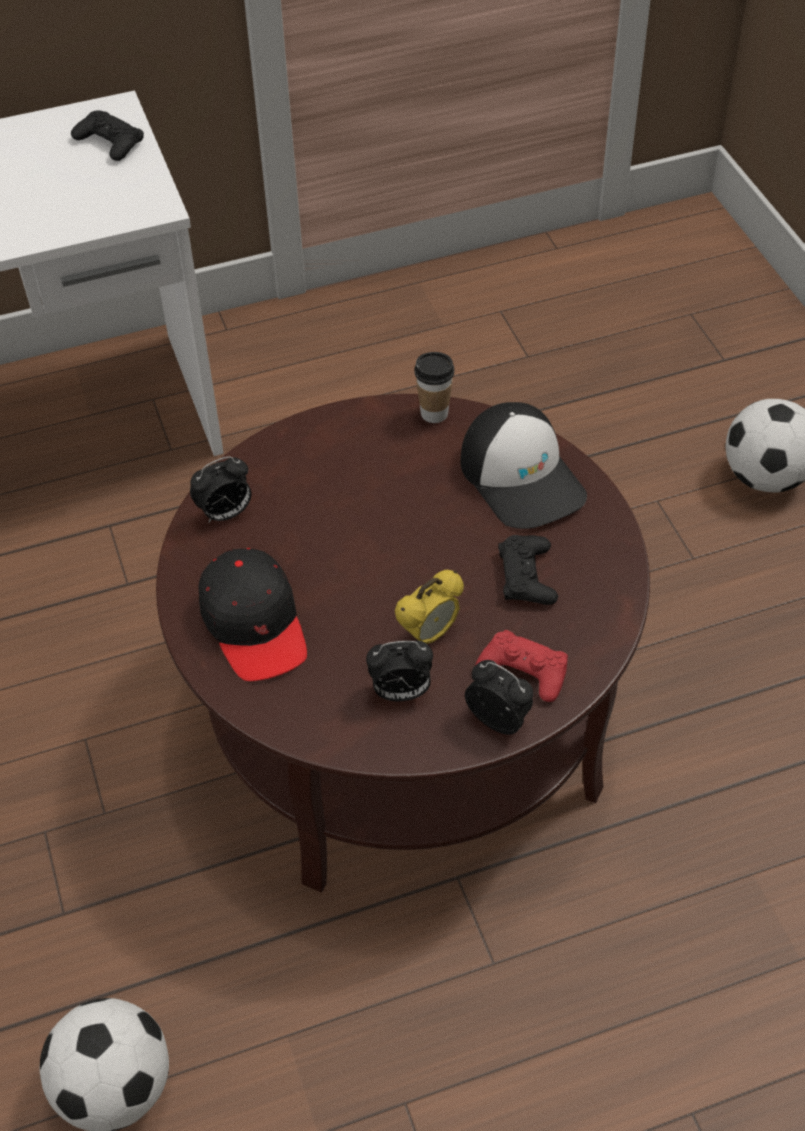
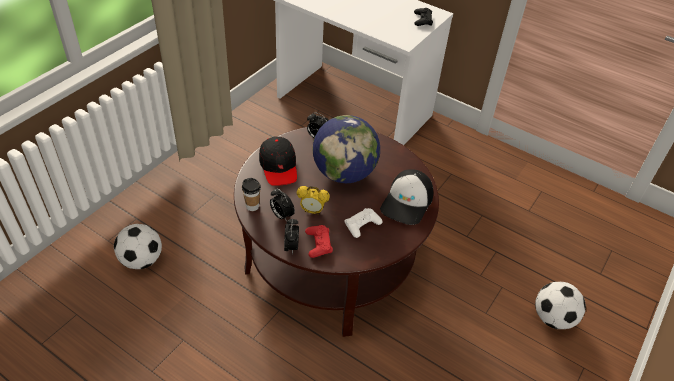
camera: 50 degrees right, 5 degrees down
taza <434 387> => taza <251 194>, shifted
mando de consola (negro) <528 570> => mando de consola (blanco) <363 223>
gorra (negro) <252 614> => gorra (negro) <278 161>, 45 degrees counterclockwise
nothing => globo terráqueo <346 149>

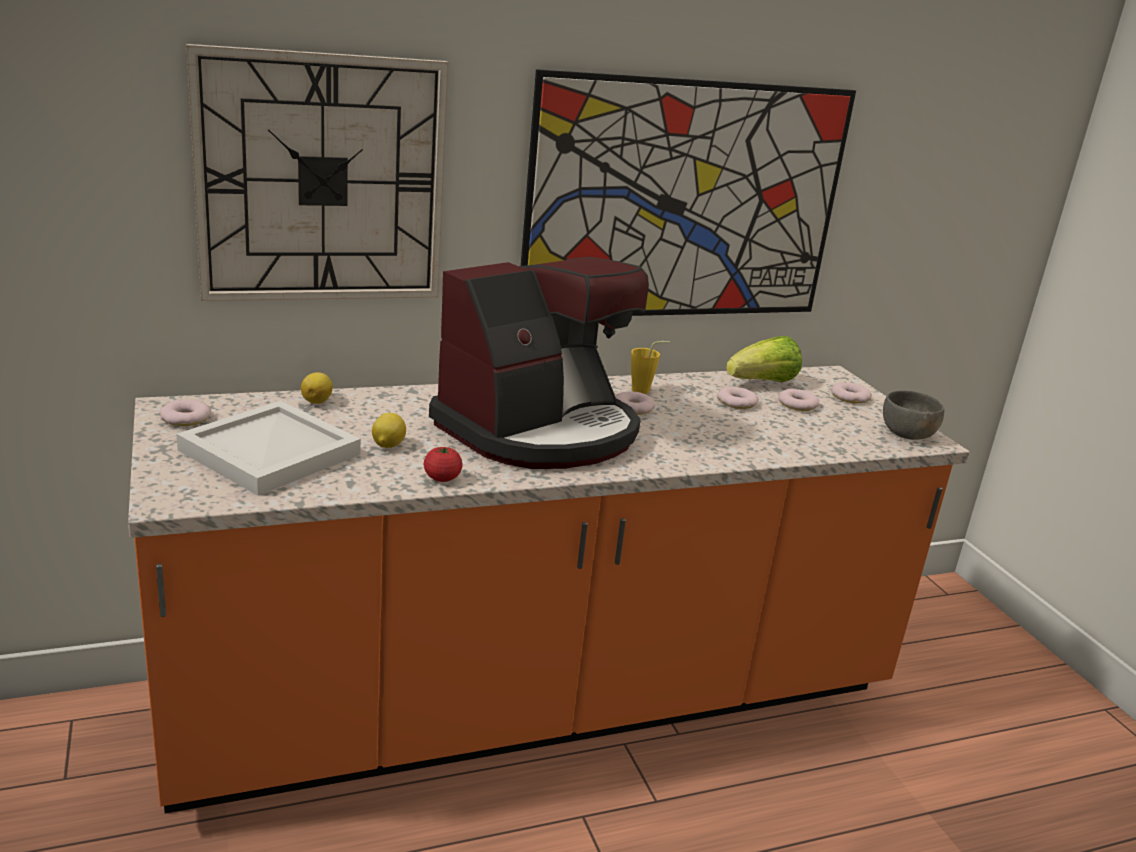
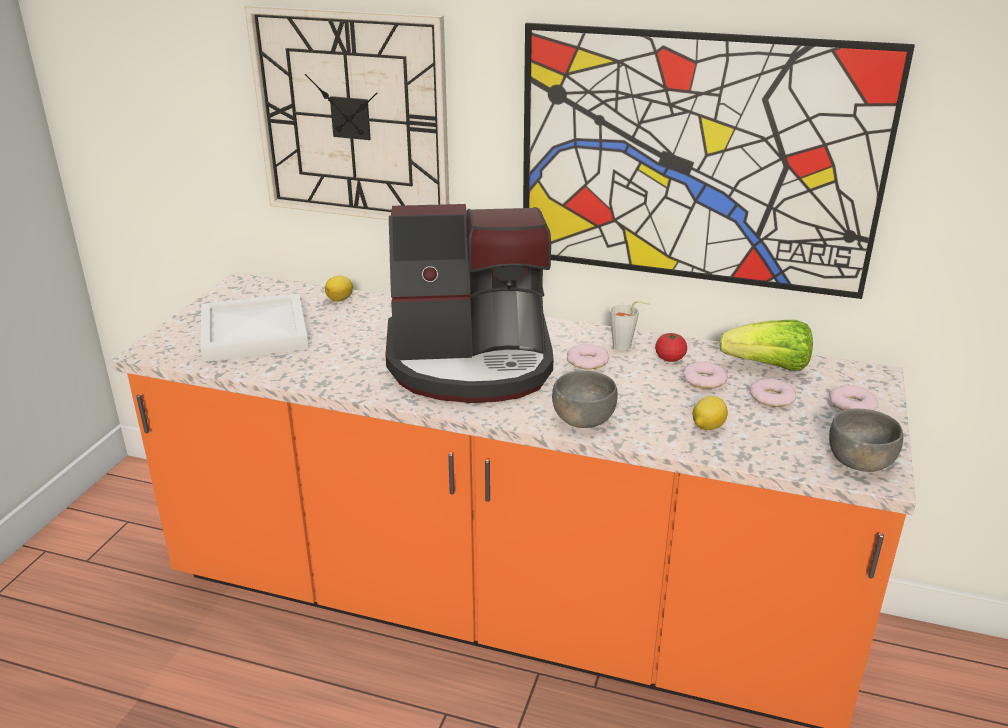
camera: 40 degrees right, 5 degrees up
taza (amarillo) <650 367> => taza (gris) <630 326>
rosquilla <185 412> => nothing
limón <389 430> => limón <710 413>, shifted
tomate <443 464> => tomate <671 347>, shifted
nothing => cuenco (gris) <585 399>

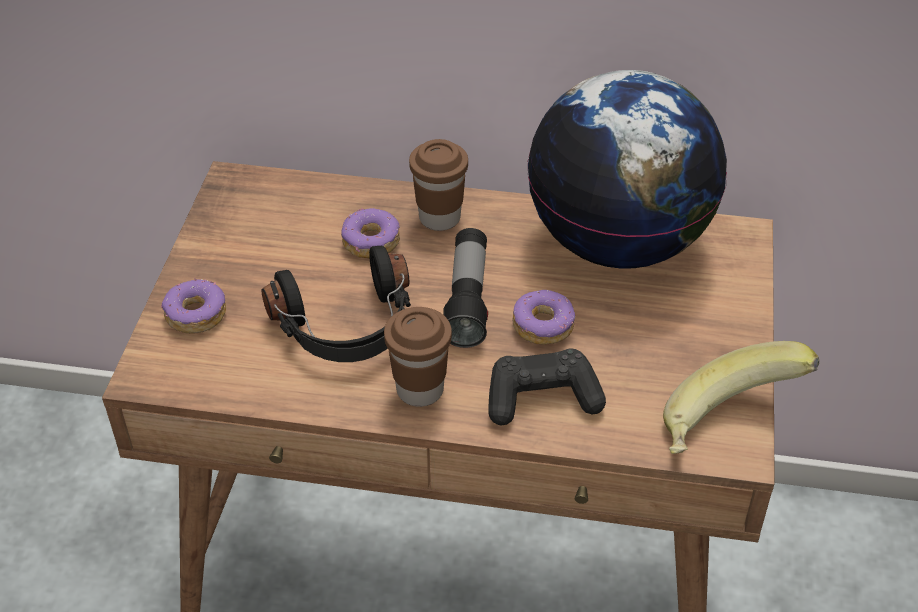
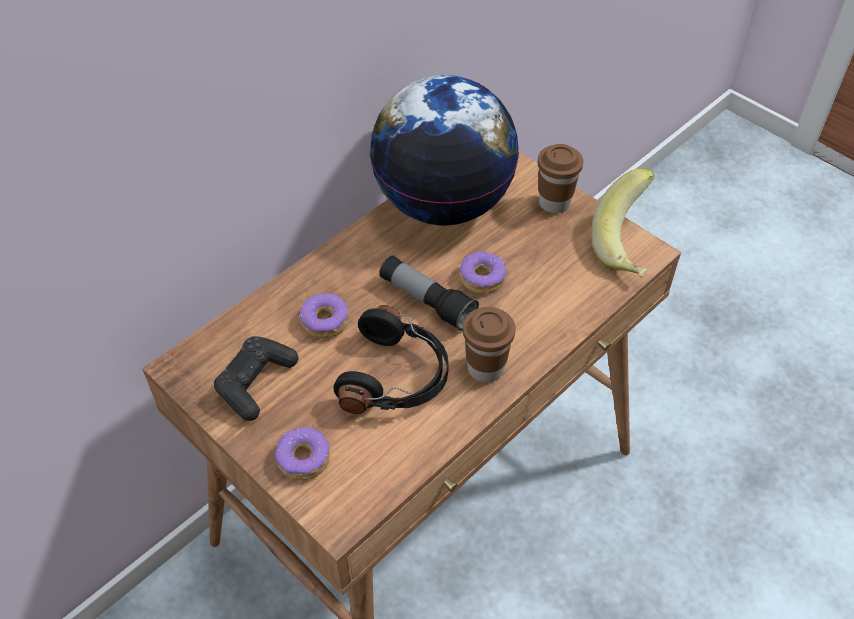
camera: 55 degrees left, 5 degrees up
taza (marrón) <438 185> => taza (marrón) <560 178>, shifted
mando de consola (negro) <547 387> => mando de consola (negro) <256 378>, shifted

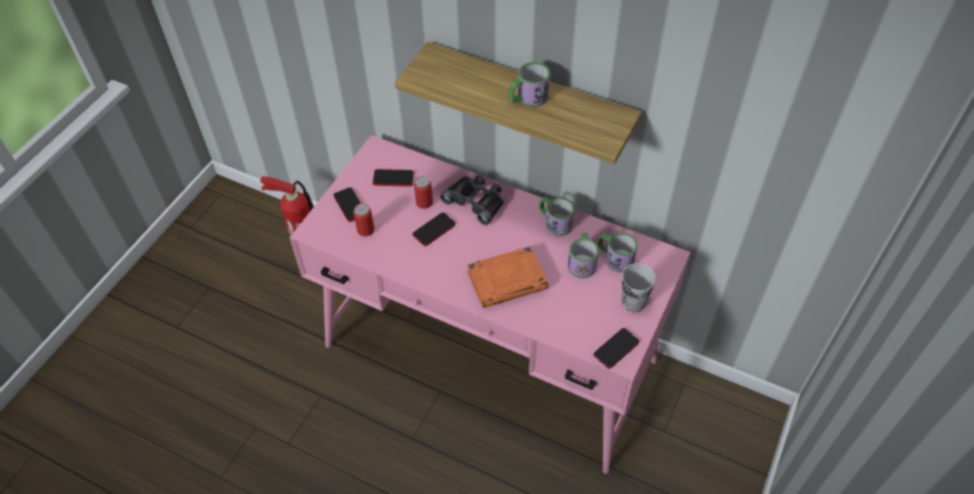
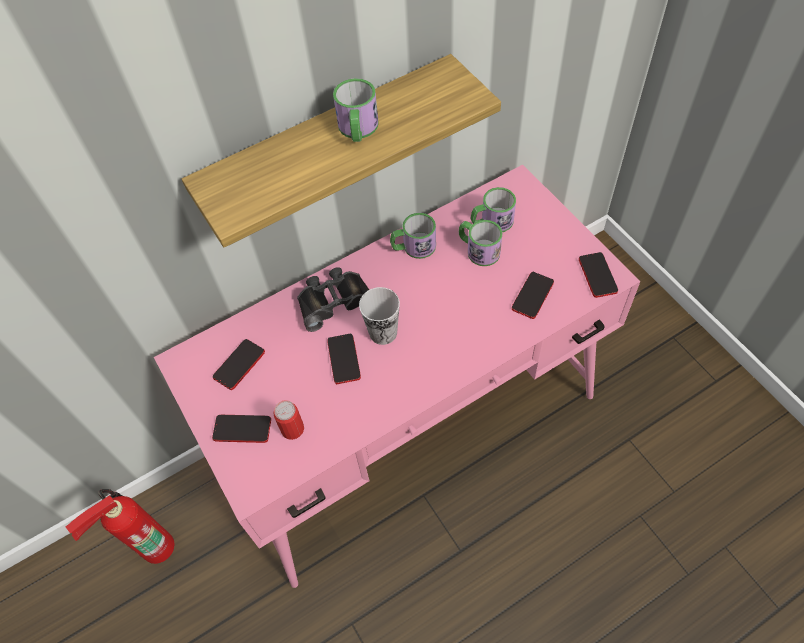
camera: 55 degrees left, 5 degrees up
lata <423 192> => nothing
libro (naranja) <507 277> => nothing
taza <639 288> => taza <379 316>, shifted
nothing => móvil <533 295>

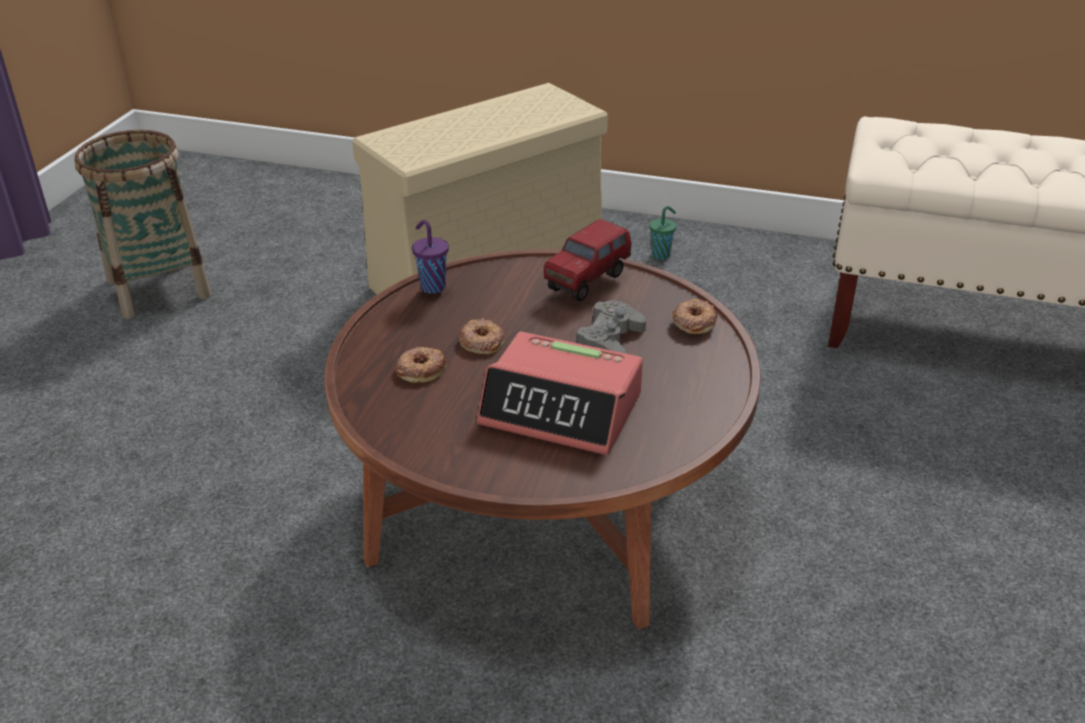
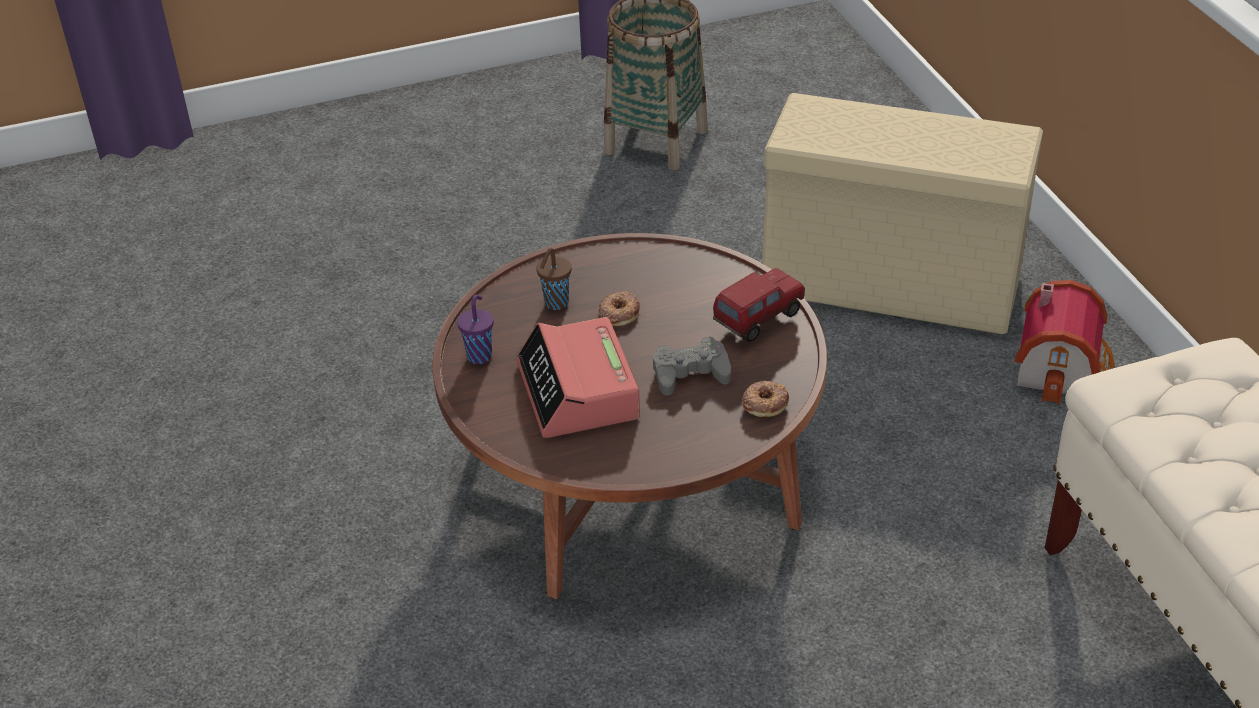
camera: 55 degrees right, 5 degrees up
taza (verde) <662 233> => casita <1065 342>
camión de juguete <588 260> => camión de juguete <759 305>, 135 degrees clockwise
taza (morado) <430 257> => taza (morado) <475 329>, shifted
rosquilla <421 364> => taza (marrón) <554 279>

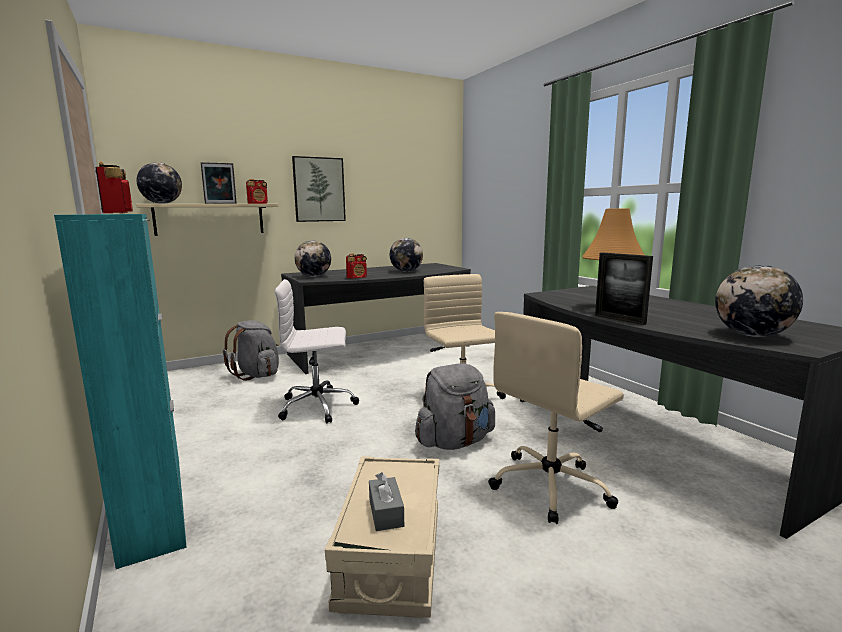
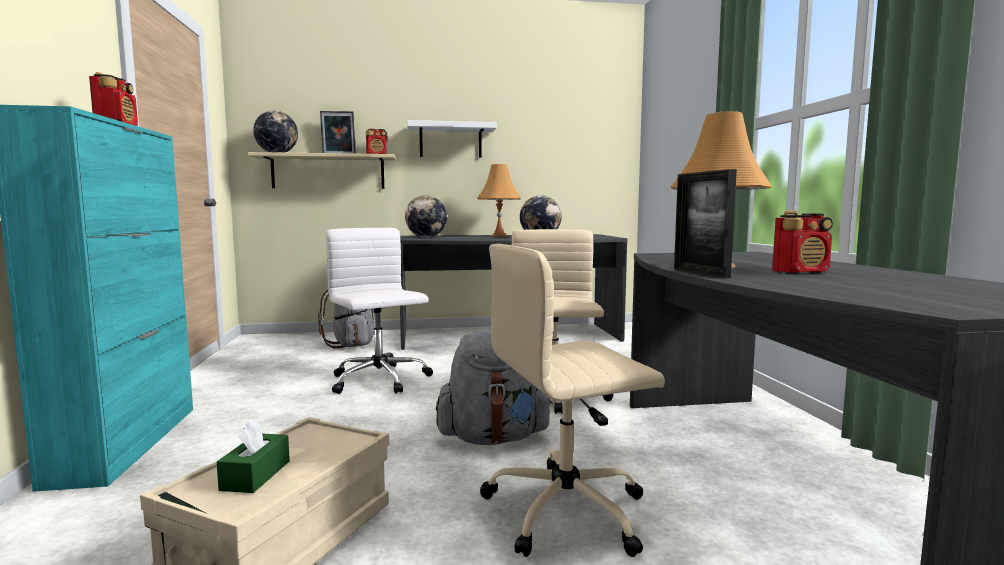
camera: 20 degrees right, 5 degrees down
cuadro <319 189> => estante (blanco) <452 139>
radio <356 266> => radio <802 242>, shifted
globo terráqueo <759 301> => nothing
silla de oficina (blanco) <317 351> => silla de oficina (blanco) <379 311>, 45 degrees clockwise
caja de pañuelos (gris) <386 501> => caja de pañuelos (verde) <253 456>
nothing => lámpara de mesa (naranja) <499 200>

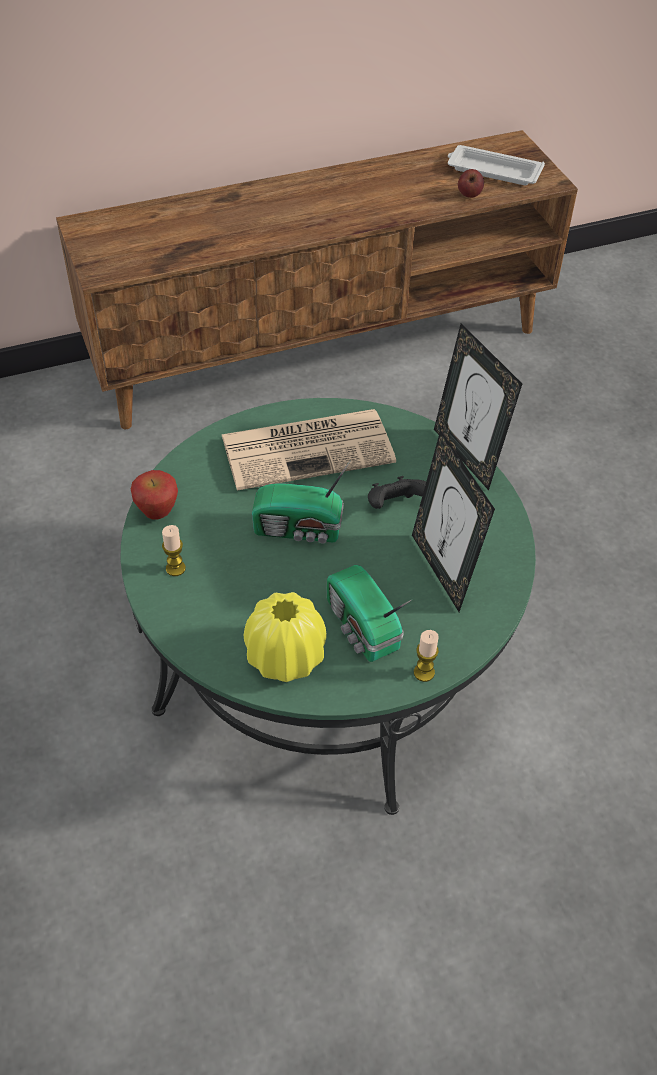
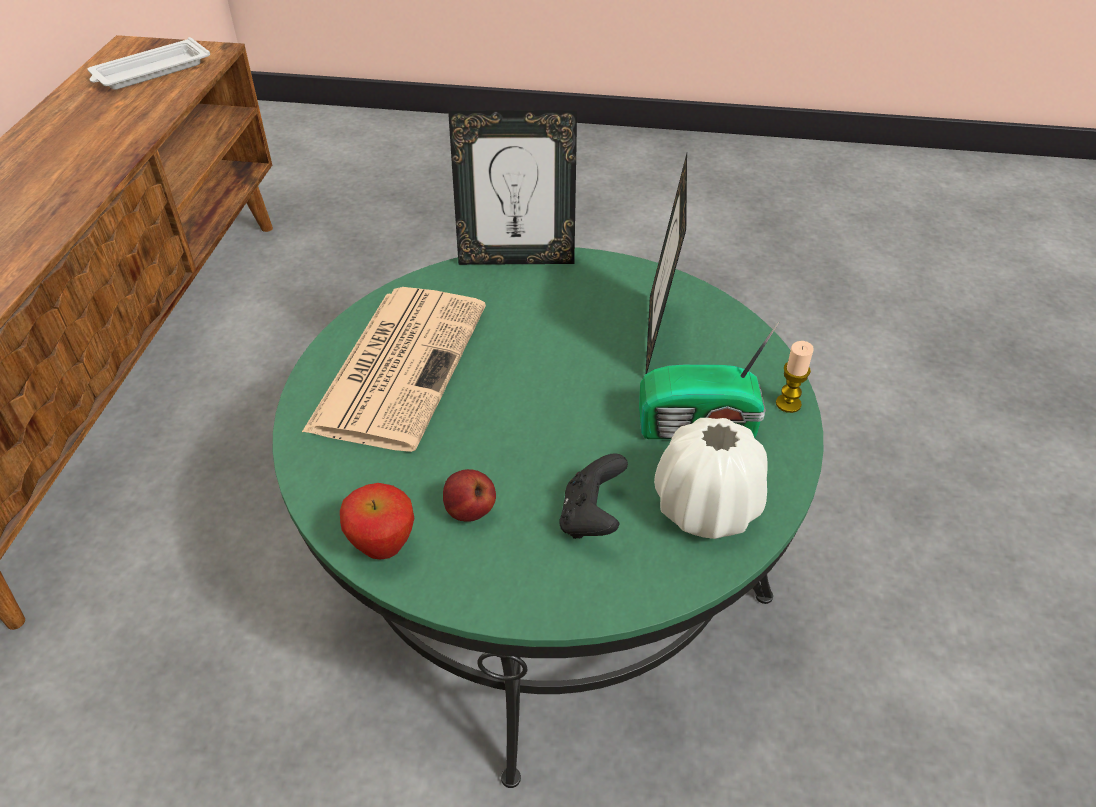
camera: 60 degrees left, 5 degrees down
manzana <471 183> => manzana <469 495>, shifted
portarretratos <453 521> => portarretratos <666 264>, 90 degrees clockwise
radio <301 501> => nothing
mando de consola (negro) <397 492> => mando de consola (negro) <593 496>, shifted
vela <174 550> => nothing
florero (amarillo) <285 637> => florero (blanco) <711 478>

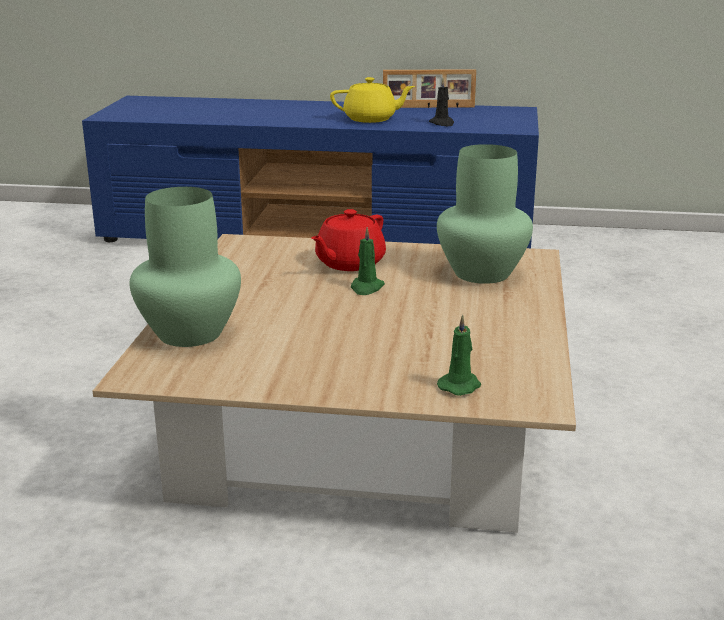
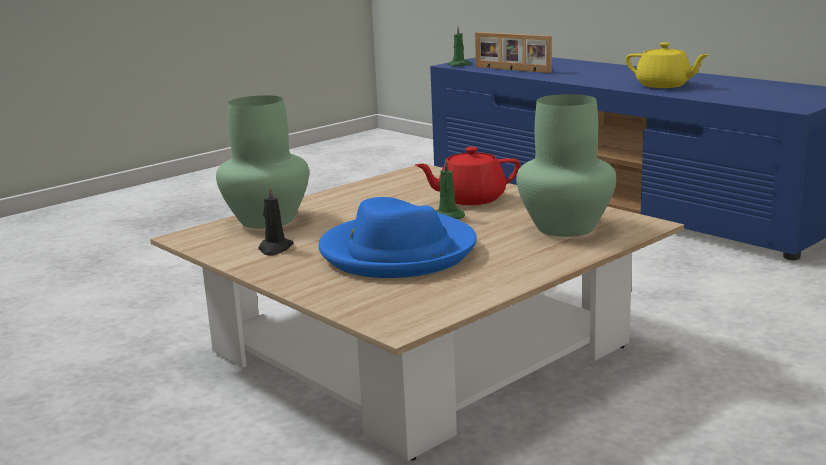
camera: 40 degrees right, 5 degrees down
portarretratos <429 88> => portarretratos <513 52>, shifted
vela (negro) <441 102> => vela (negro) <276 220>, shifted
vela (verde) <459 355> => vela (verde) <460 46>, shifted
nothing => sombrero (azul) <398 237>

